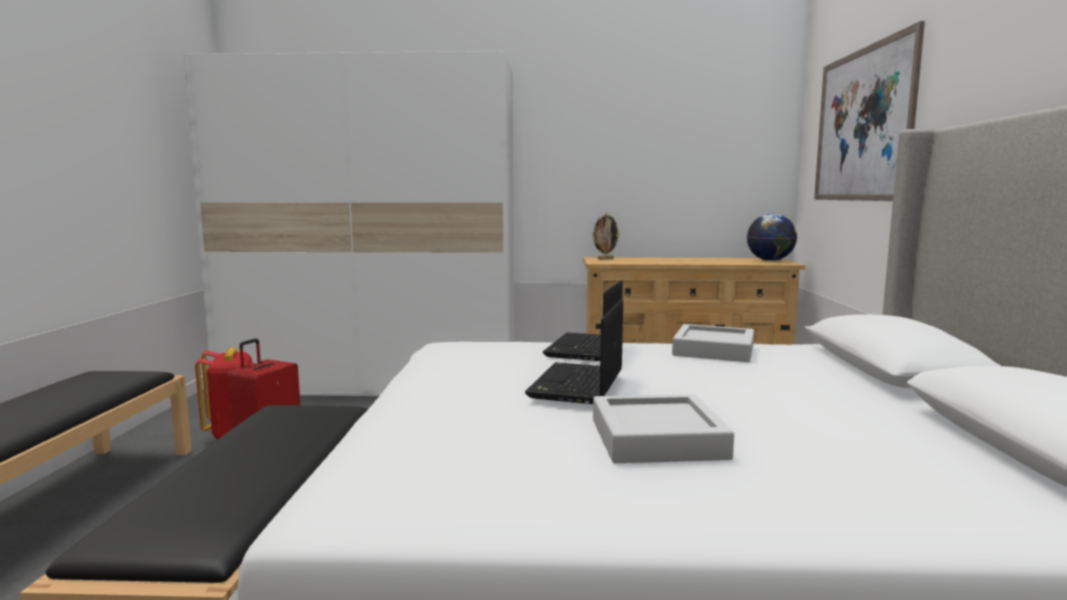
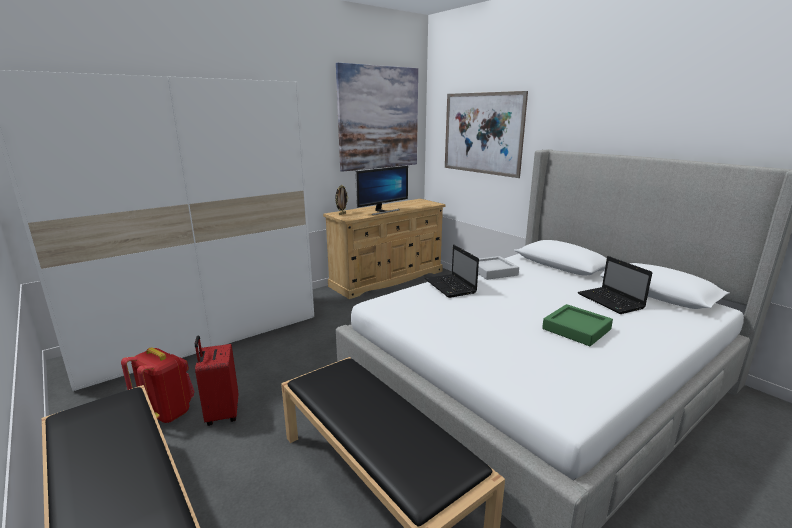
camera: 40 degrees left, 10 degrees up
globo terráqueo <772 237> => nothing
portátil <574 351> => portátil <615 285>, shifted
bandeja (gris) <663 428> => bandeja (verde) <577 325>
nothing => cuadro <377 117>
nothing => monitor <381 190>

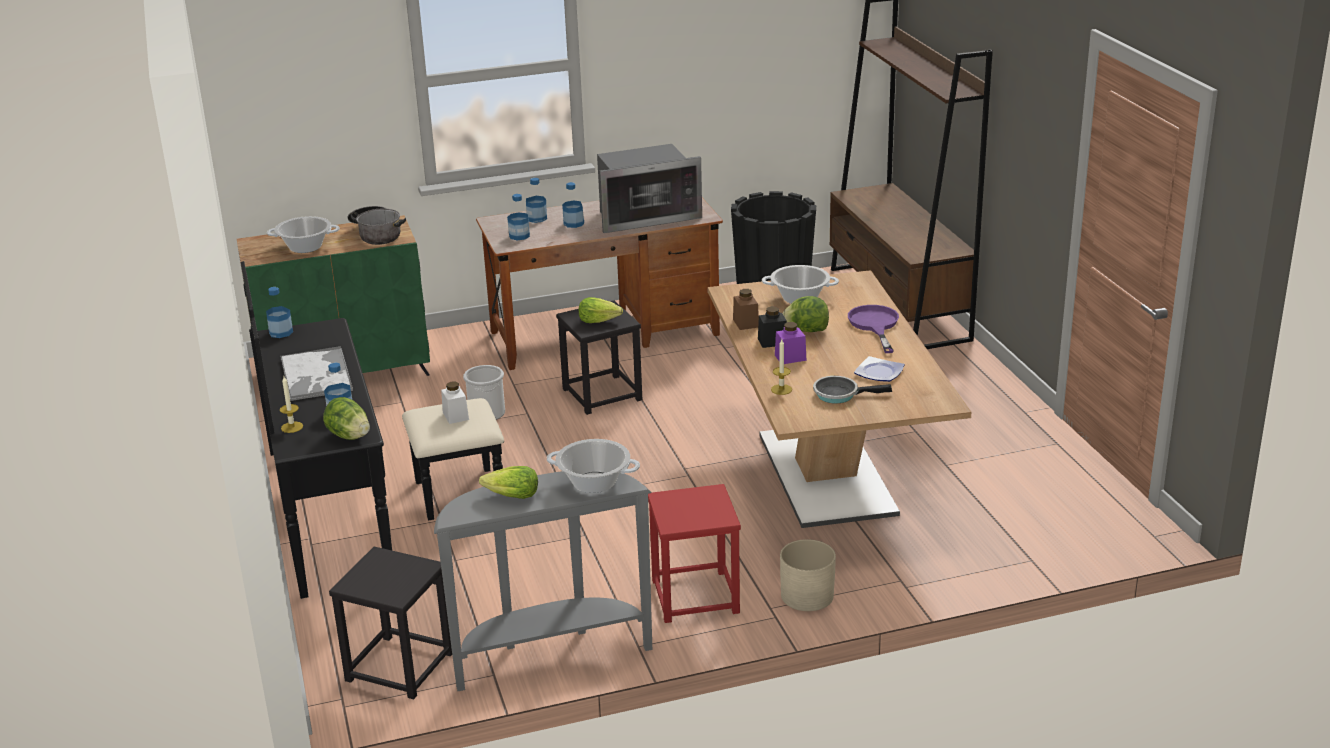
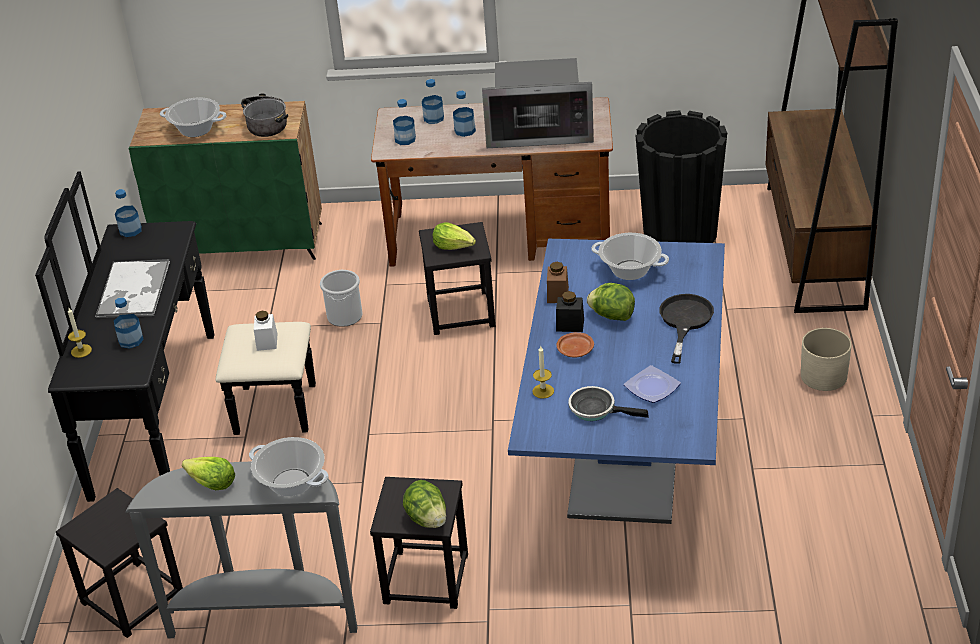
camera: 20 degrees right, 10 degrees up
mesa de comedor (marrón) <839 399> => mesa de comedor (azul) <616 381>
sartén (morado) <873 329> => sartén (negro) <686 329>
tarro (morado) <790 343> => plato (marrón) <575 345>
lechuga <346 418> => lechuga <424 504>, shifted
taburete (rojo) <694 553> => taburete (negro) <419 543>
maceta (beis) <808 575> => maceta (beis) <826 359>, shifted

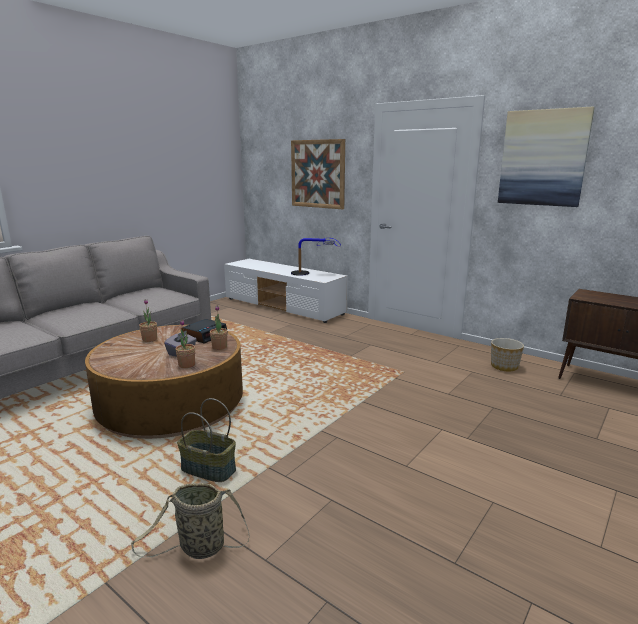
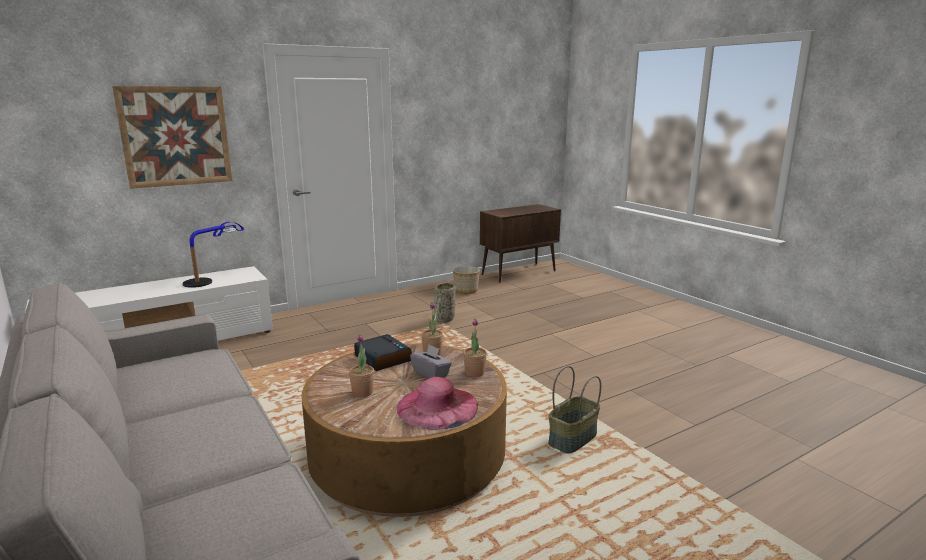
camera: 70 degrees left, 0 degrees up
cuadro <546 157> => nothing
cesta <190 521> => cesta <444 305>, shifted
nothing => sombrero (rosa) <437 403>

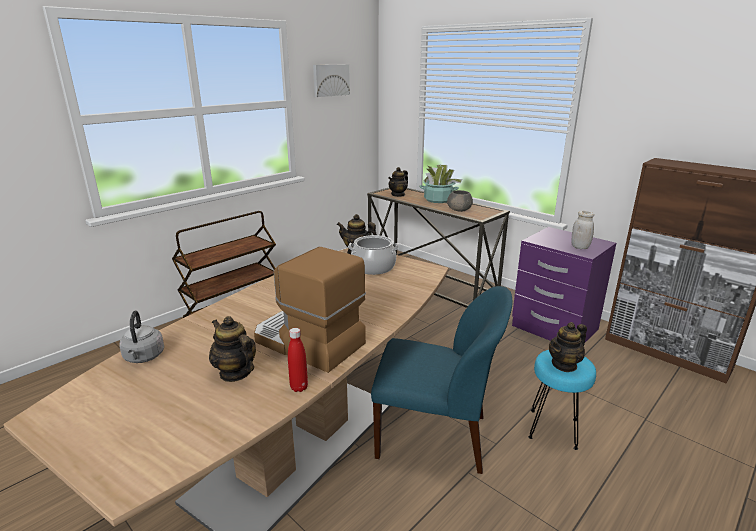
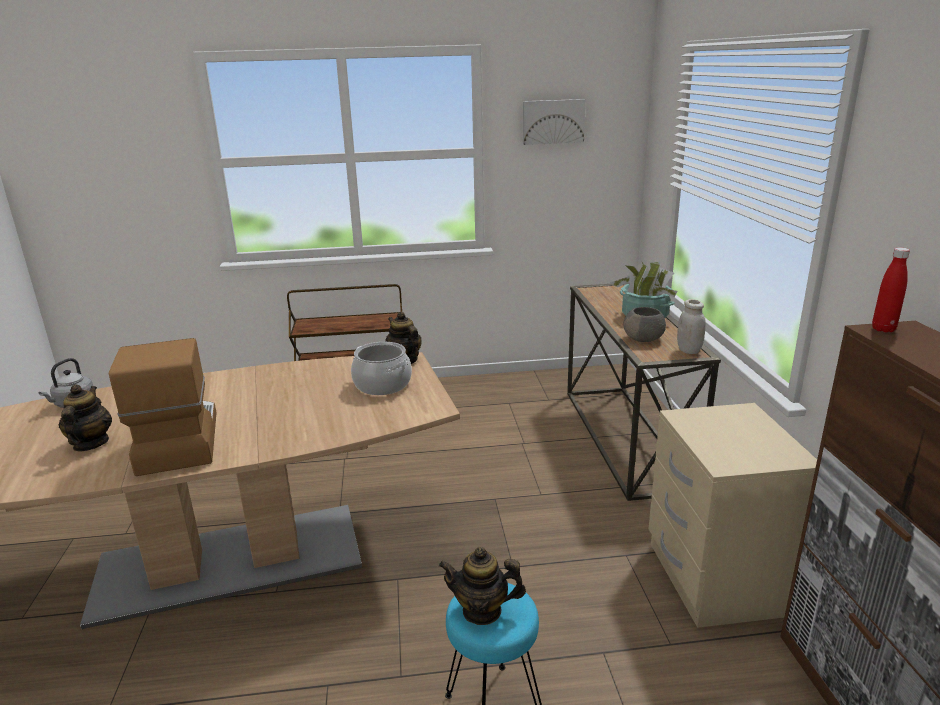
camera: 40 degrees right, 0 degrees up
tetera <398 182> => nothing
tarro (blanco) <582 230> => tarro (blanco) <691 326>, shifted
mesita de noche (morado) <564 284> => mesita de noche (beis) <732 515>
silla (azul) <442 380> => nothing
botella (rojo) <298 360> => botella (rojo) <891 290>, shifted

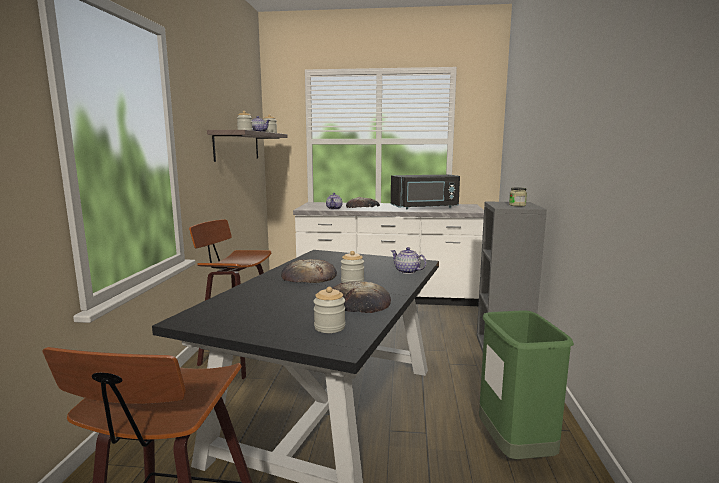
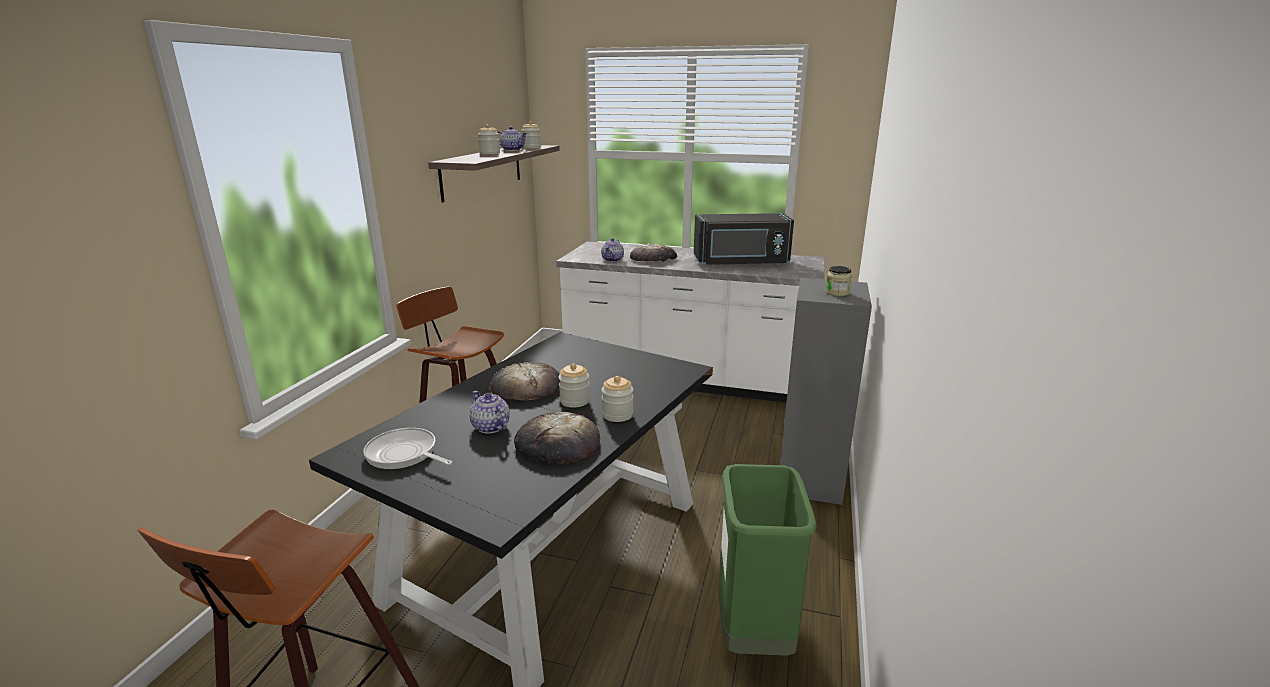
camera: 10 degrees right, 10 degrees up
tetera <409 260> => tetera <490 412>, shifted
tarro <329 310> => tarro <617 399>, shifted
nothing => sartén <408 448>

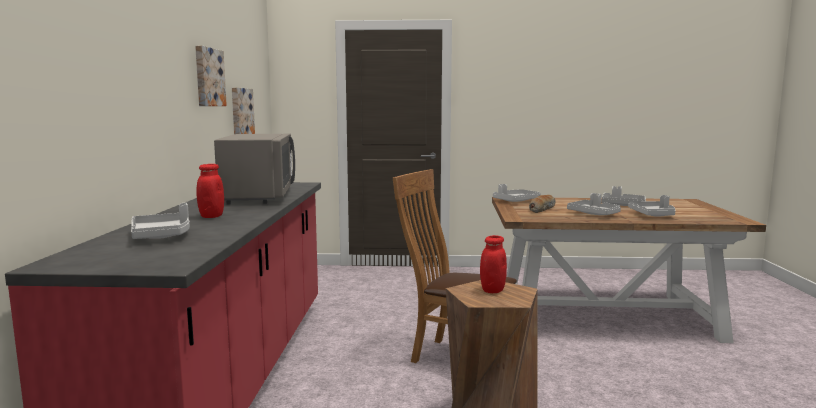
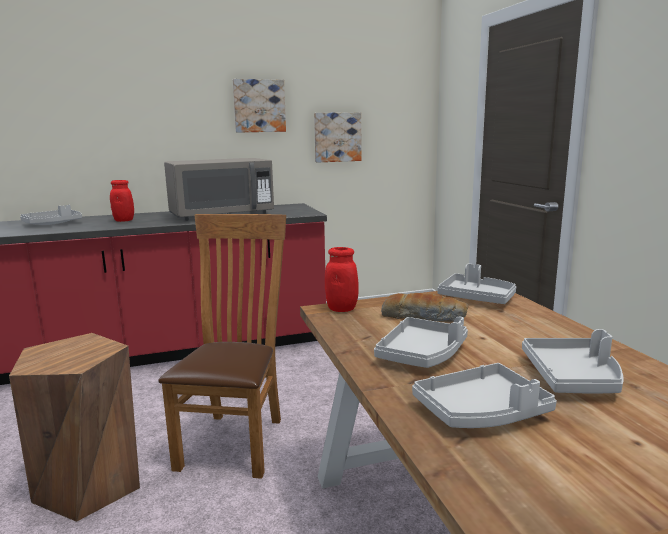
camera: 70 degrees right, 5 degrees up
tarro (rojo) <493 264> => tarro (rojo) <342 279>, shifted

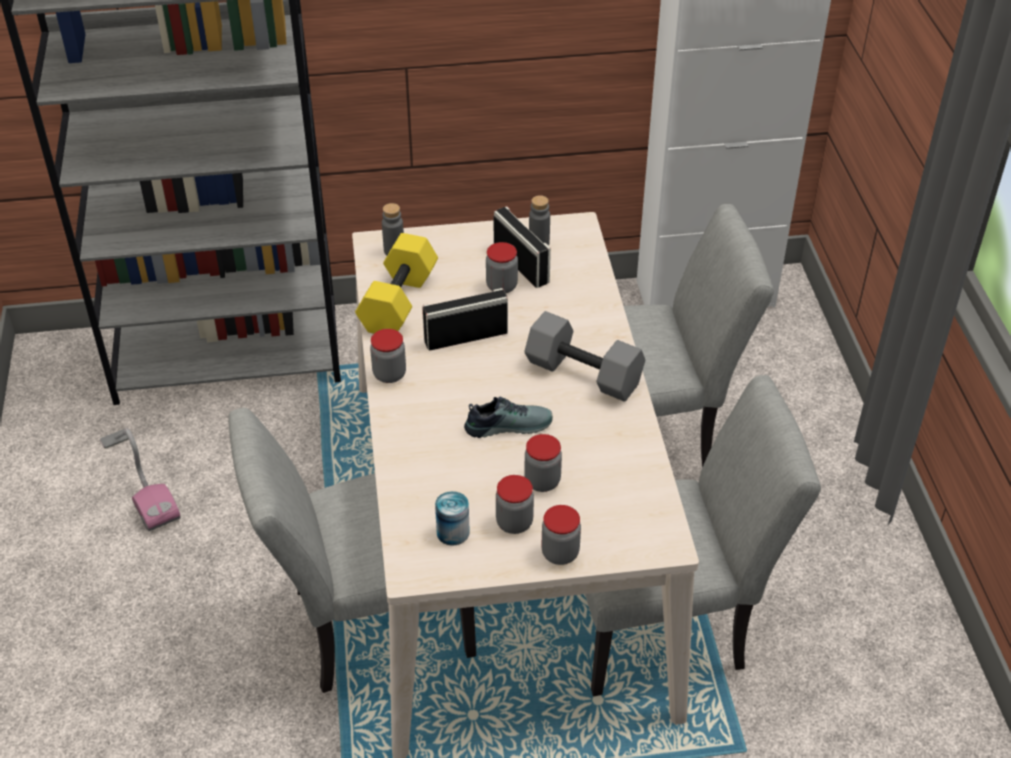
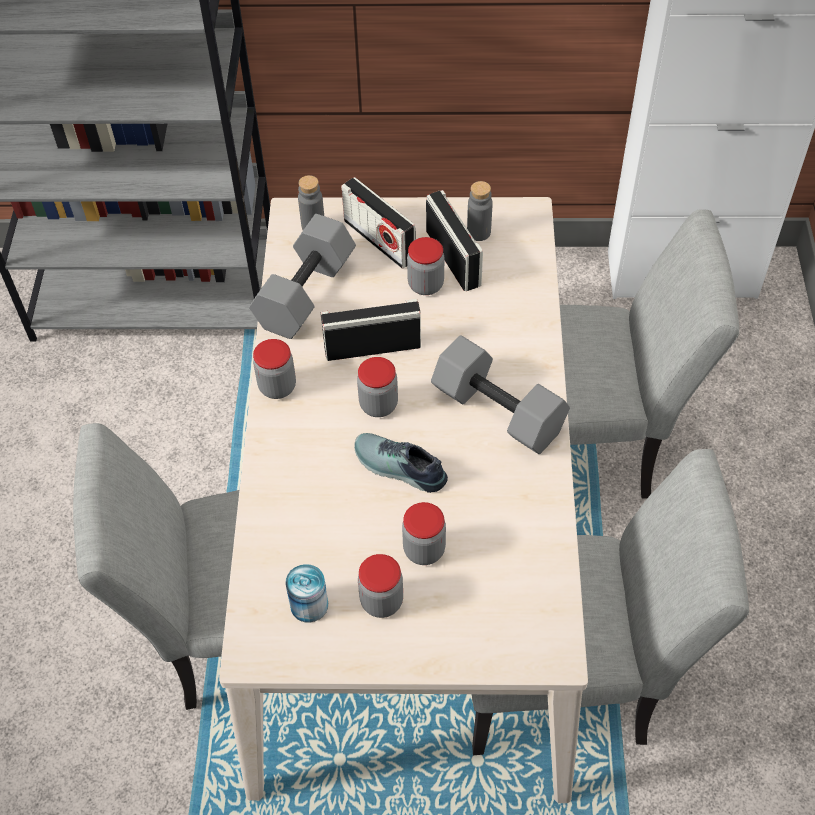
camera: 10 degrees right, 10 degrees up
mancuerna (amarillo) <396 283> => mancuerna (gris) <302 276>
zapato <508 417> => zapato <401 463>, 150 degrees counterclockwise
aspiradora <140 479> => nothing
tarro <561 535> => tarro <377 387>, shifted
nothing => radio <378 223>

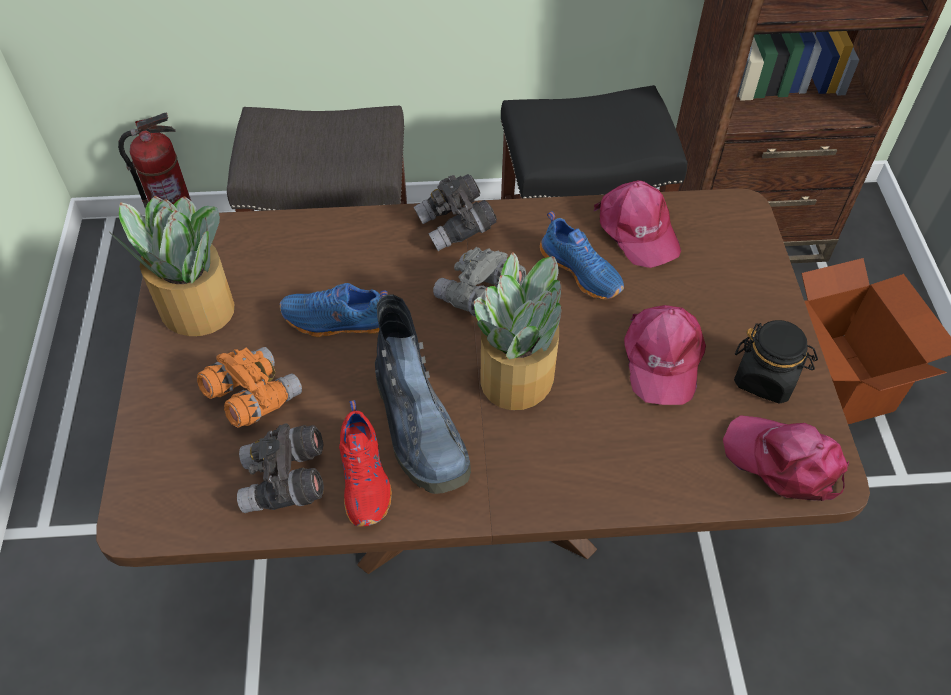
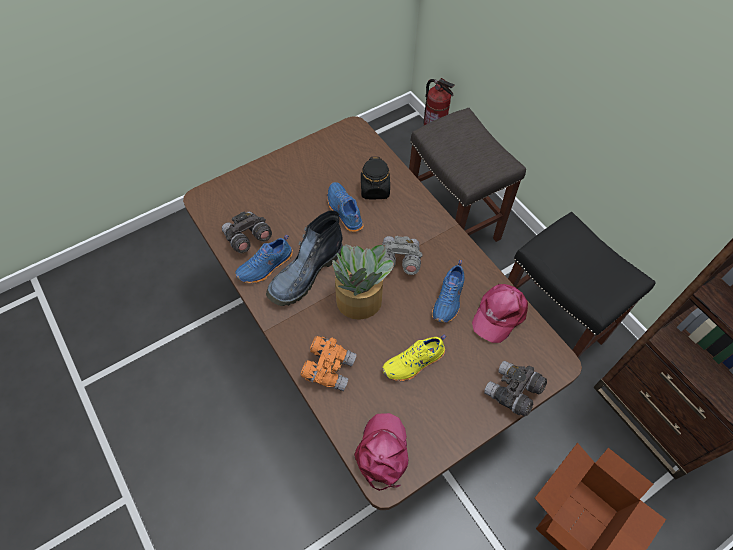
camera: 60 degrees right, 5 degrees up
prismáticos (gris) <455 212> => prismáticos (gris) <515 388>, shifted
planta en maceta <172 266> => nothing
gorra (rosa) <665 355> => zapato (amarillo) <414 357>
tarro (negro) <776 362> => tarro (negro) <375 178>, shifted
prismáticos (naranja) <249 387> => prismáticos (naranja) <328 363>, shifted
zapato (rojo) <365 463> => zapato (azul) <264 259>

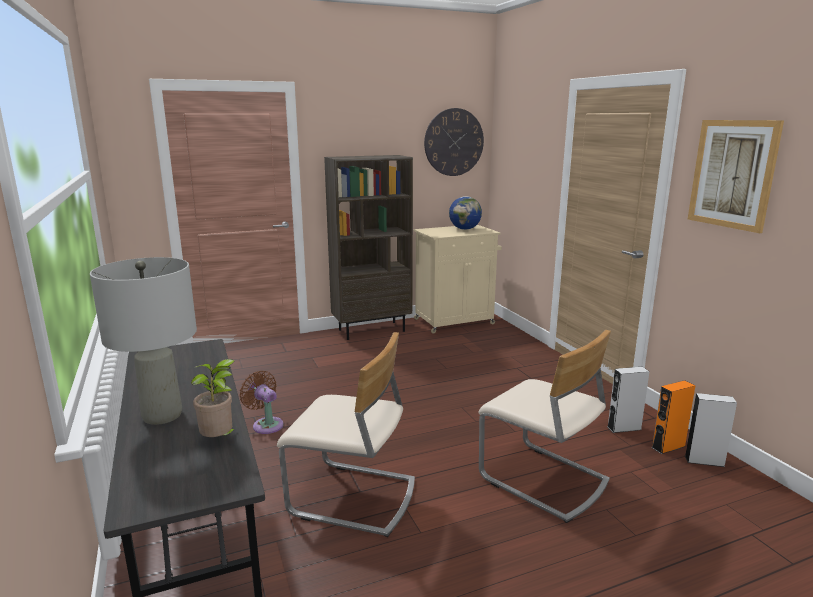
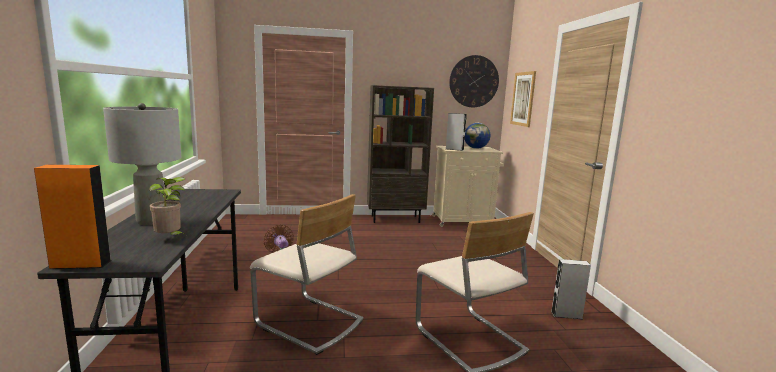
camera: 15 degrees right, 5 degrees down
cuadro <736 176> => cuadro <523 99>, shifted
altavoz (naranja) <673 417> => altavoz (naranja) <73 217>, shifted
altavoz (gris) <711 430> => altavoz (gris) <456 132>, shifted

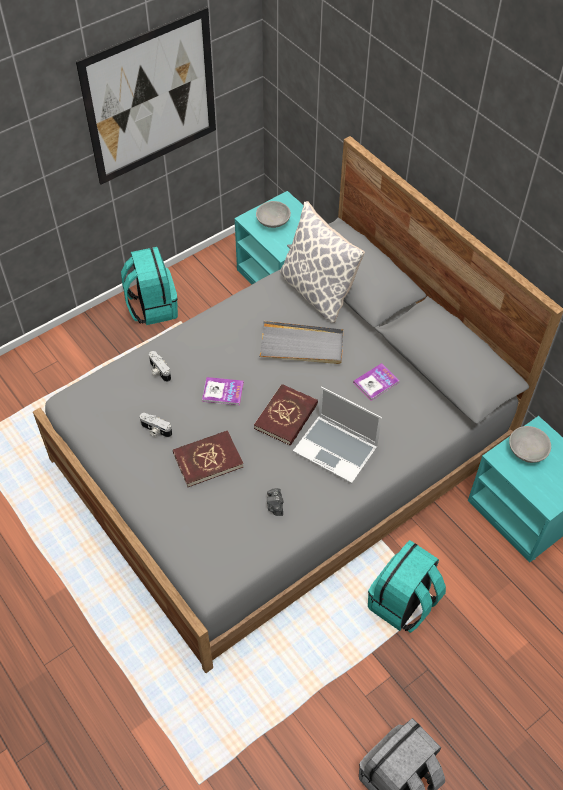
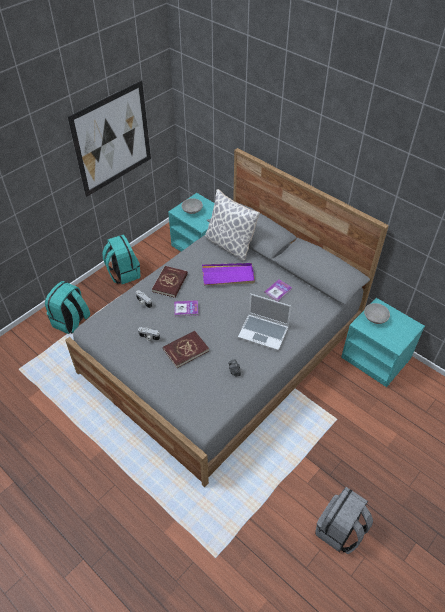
camera: 10 degrees left, 5 degrees down
bandeja (gris) <301 342> => bandeja (morado) <228 274>
libro (rojo) <286 415> => libro (rojo) <170 282>, shifted
mochila (turquesa) <407 586> => mochila (turquesa) <67 307>, shifted

